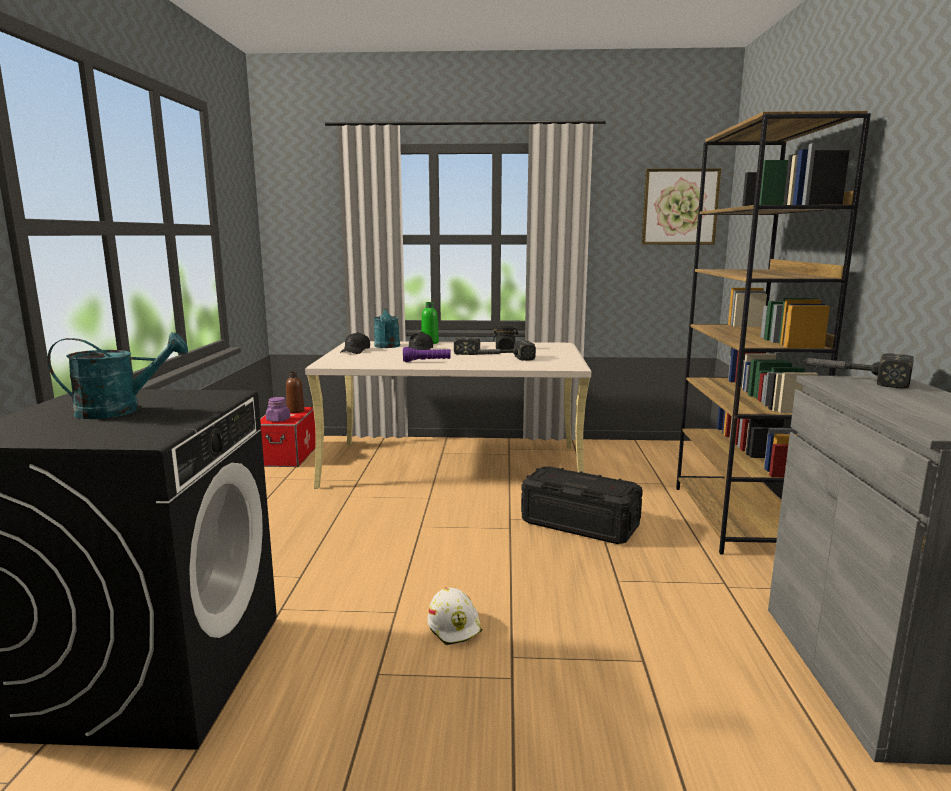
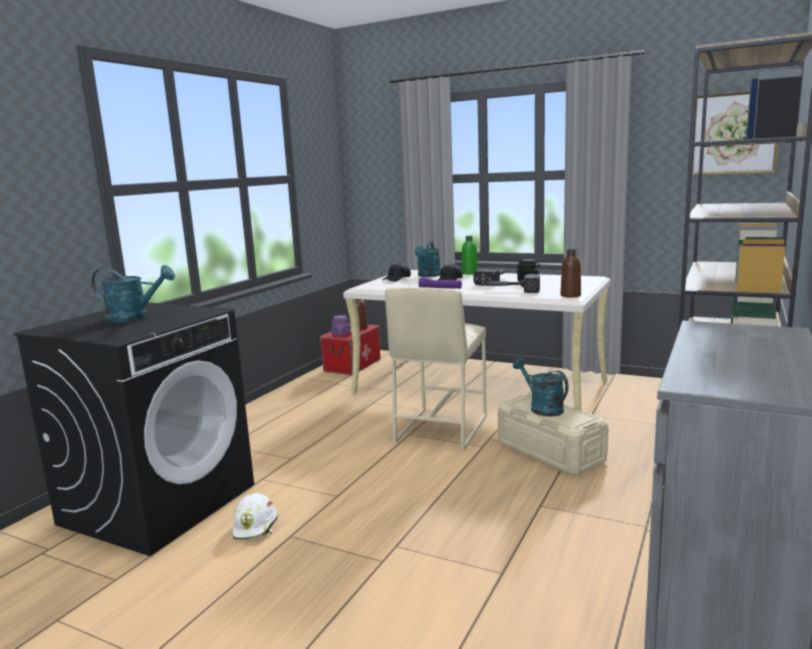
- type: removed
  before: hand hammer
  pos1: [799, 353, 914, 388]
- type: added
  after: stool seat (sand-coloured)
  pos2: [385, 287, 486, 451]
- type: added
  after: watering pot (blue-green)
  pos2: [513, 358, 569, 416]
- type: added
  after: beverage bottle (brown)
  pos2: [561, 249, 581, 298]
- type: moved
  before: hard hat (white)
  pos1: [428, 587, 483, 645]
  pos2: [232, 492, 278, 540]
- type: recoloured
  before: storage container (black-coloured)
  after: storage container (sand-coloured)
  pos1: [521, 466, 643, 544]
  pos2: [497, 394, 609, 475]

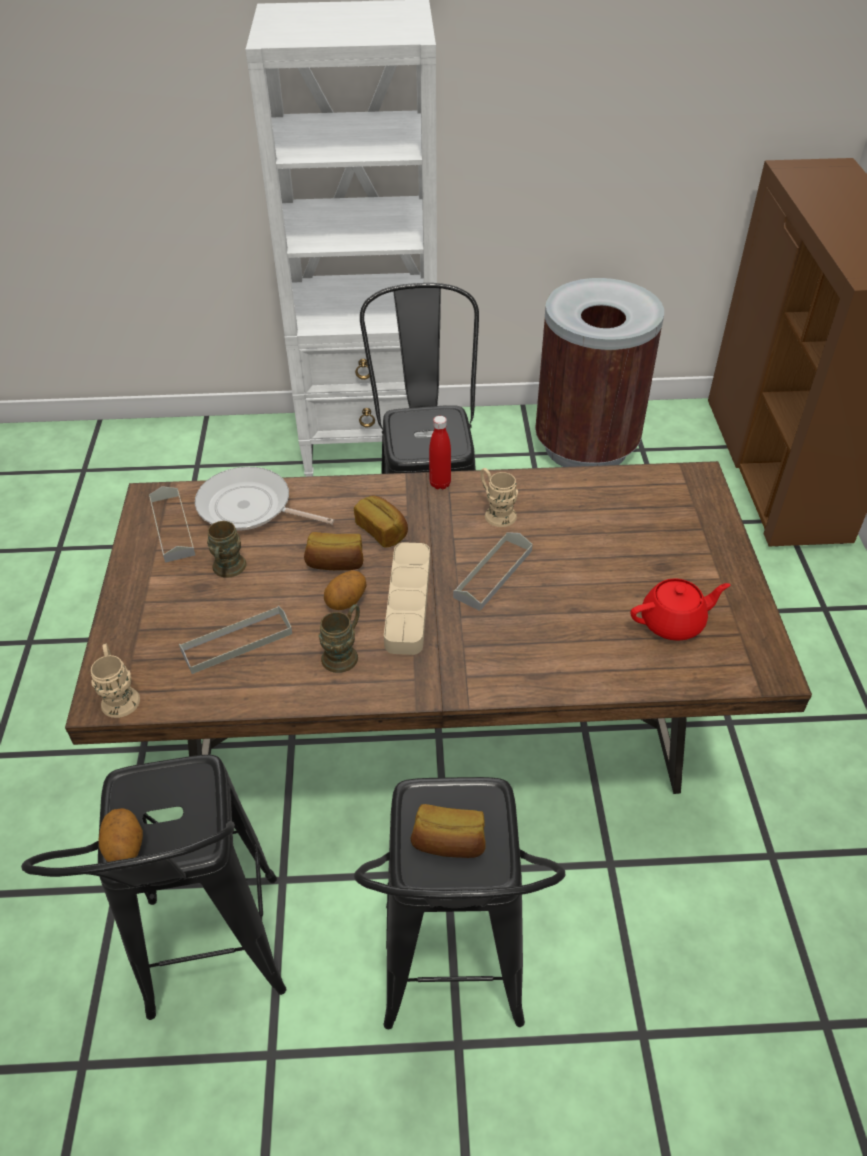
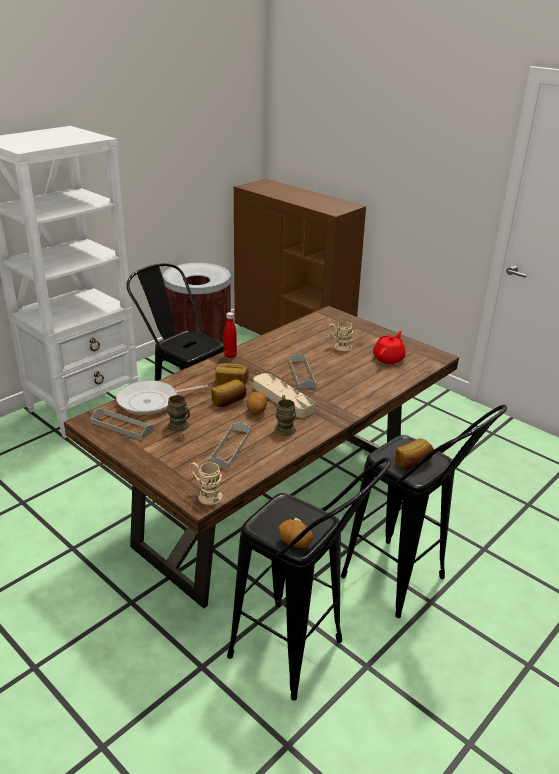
- type: moved
  before: coffee mug (sand-coloured)
  pos1: [481, 468, 518, 527]
  pos2: [329, 321, 353, 351]

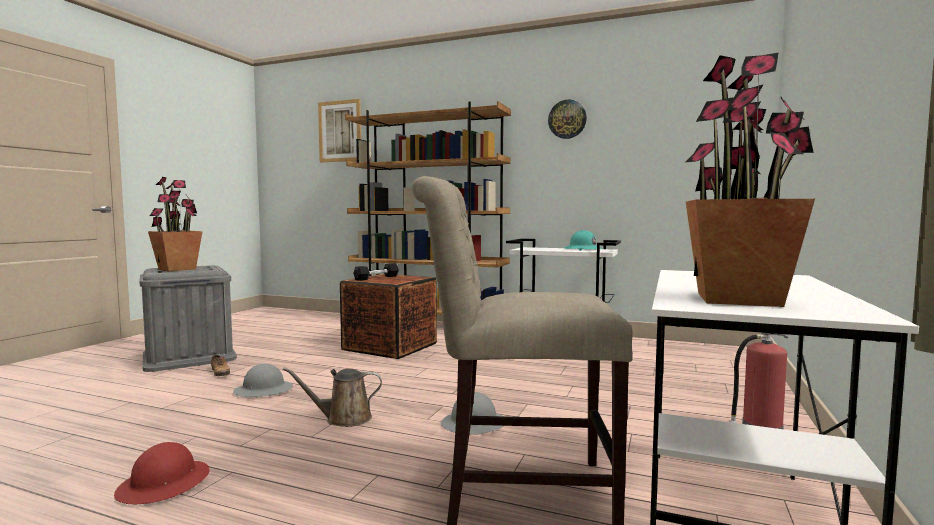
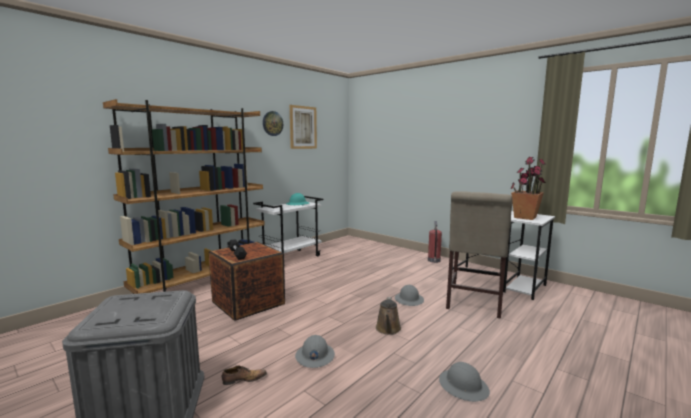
- type: removed
  before: plant in a pot
  pos1: [148, 177, 203, 272]
- type: moved
  before: wall picture
  pos1: [318, 99, 361, 162]
  pos2: [290, 105, 317, 149]
- type: recoloured
  before: hard hat (reddish)
  after: hard hat (greyish)
  pos1: [114, 442, 209, 505]
  pos2: [439, 362, 490, 402]

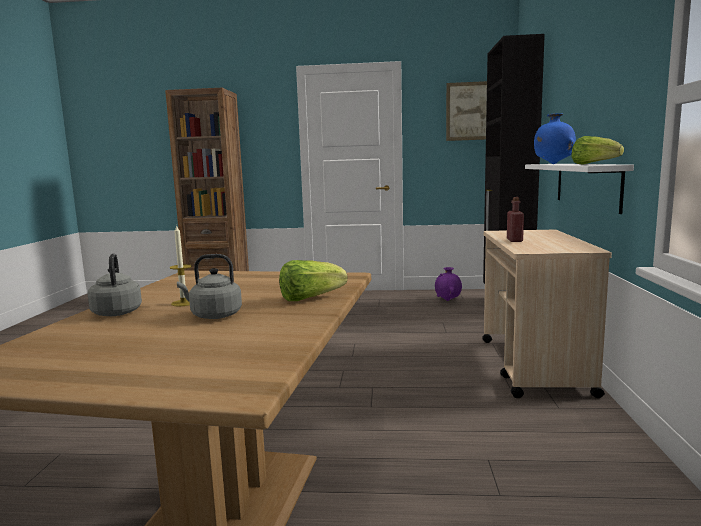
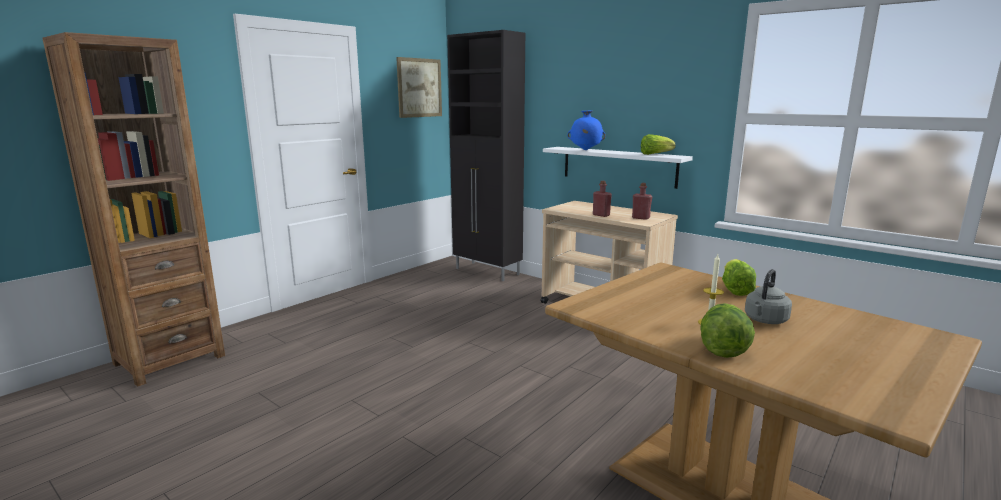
- type: removed
  before: flower vase (purplish)
  pos1: [435, 267, 462, 301]
- type: added
  after: beverage bottle (reddish)
  pos2: [632, 183, 652, 220]
- type: replaced
  before: water kettle (greyish)
  after: lettuce
  pos1: [88, 253, 142, 316]
  pos2: [700, 303, 755, 358]

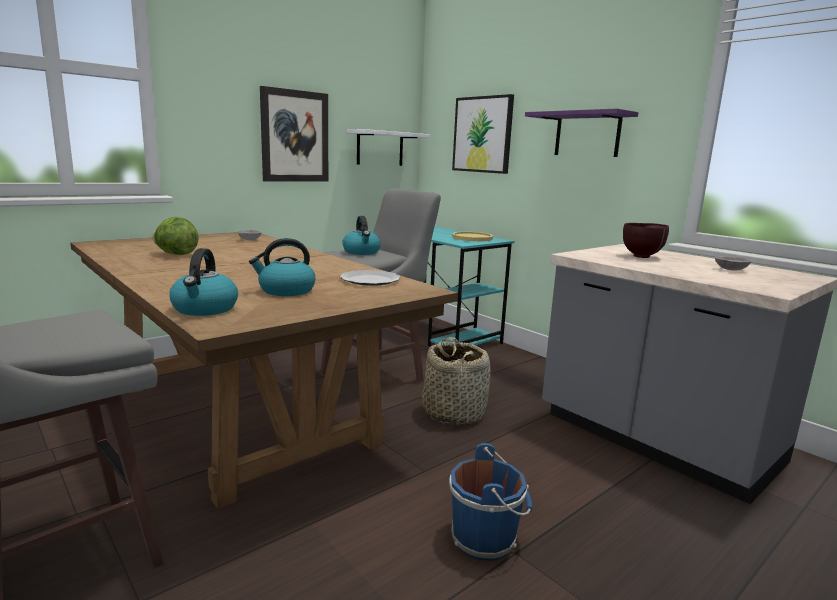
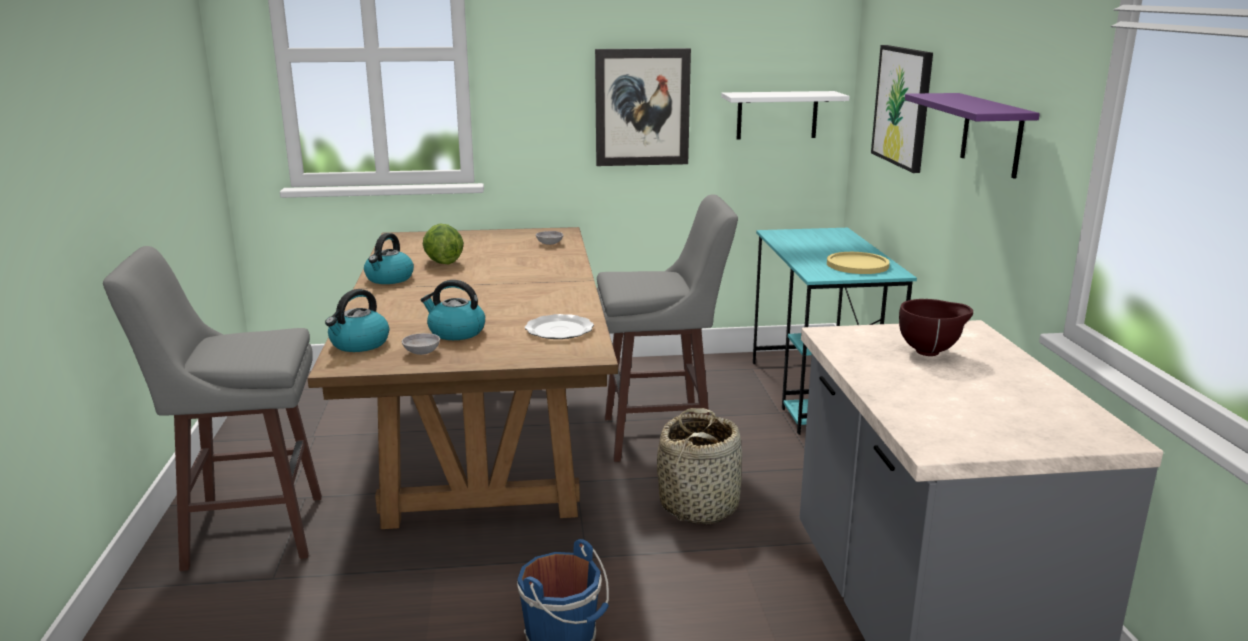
- type: moved
  before: water kettle
  pos1: [342, 216, 381, 255]
  pos2: [364, 233, 414, 284]
- type: moved
  before: deep dish (greyish)
  pos1: [715, 256, 751, 271]
  pos2: [402, 333, 440, 355]

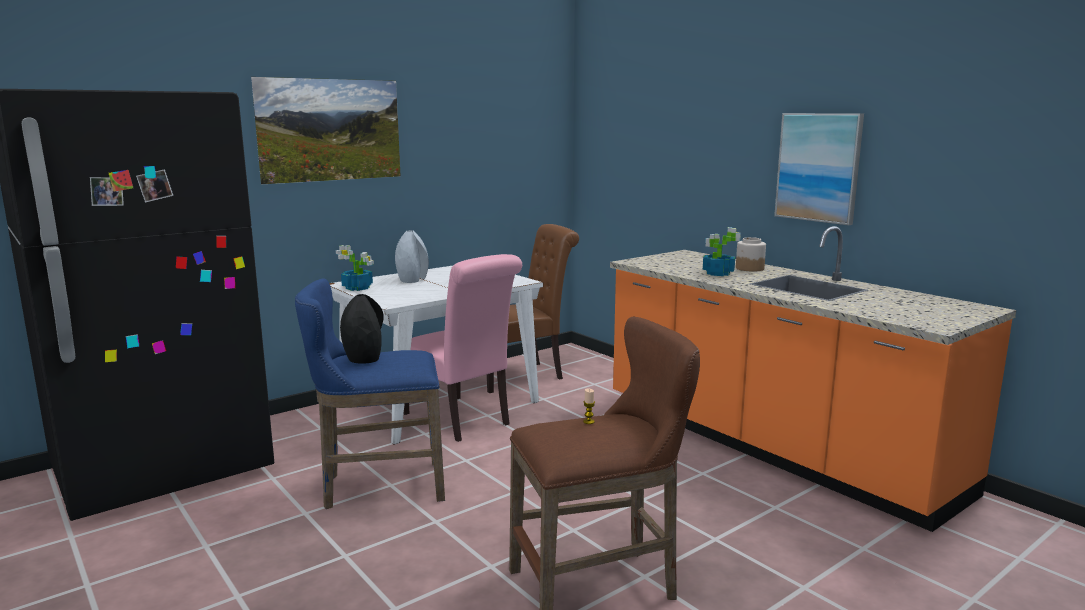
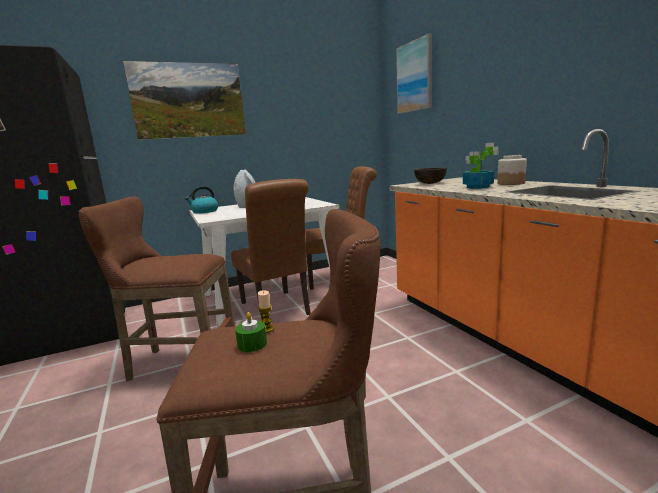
- type: removed
  before: flower vase (black-coloured)
  pos1: [340, 294, 384, 364]
- type: added
  after: wax light (greenish)
  pos2: [235, 312, 267, 352]
- type: added
  after: deep dish (brown)
  pos2: [414, 168, 447, 184]
- type: moved
  before: wall picture
  pos1: [774, 113, 864, 225]
  pos2: [396, 34, 432, 114]
- type: replaced
  before: plant in a pot
  after: water kettle
  pos1: [336, 245, 374, 291]
  pos2: [185, 186, 218, 213]
- type: recoloured
  before: stool seat (blue-coloured)
  after: stool seat (brown)
  pos1: [295, 279, 445, 509]
  pos2: [79, 196, 235, 381]
- type: recoloured
  before: plain chair (pink)
  after: plain chair (brown)
  pos1: [403, 254, 522, 442]
  pos2: [231, 179, 311, 319]

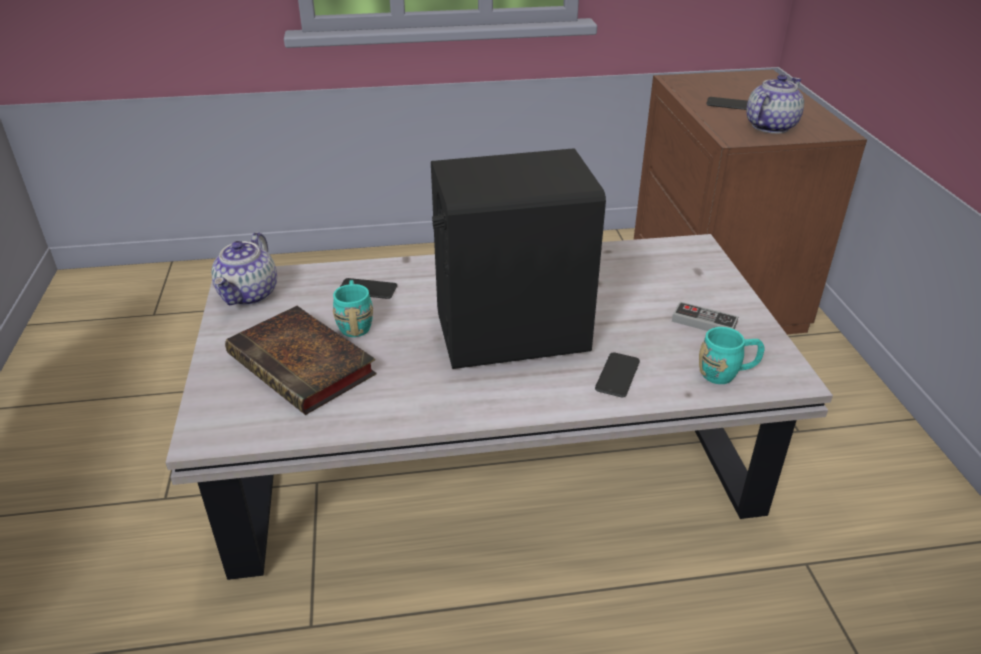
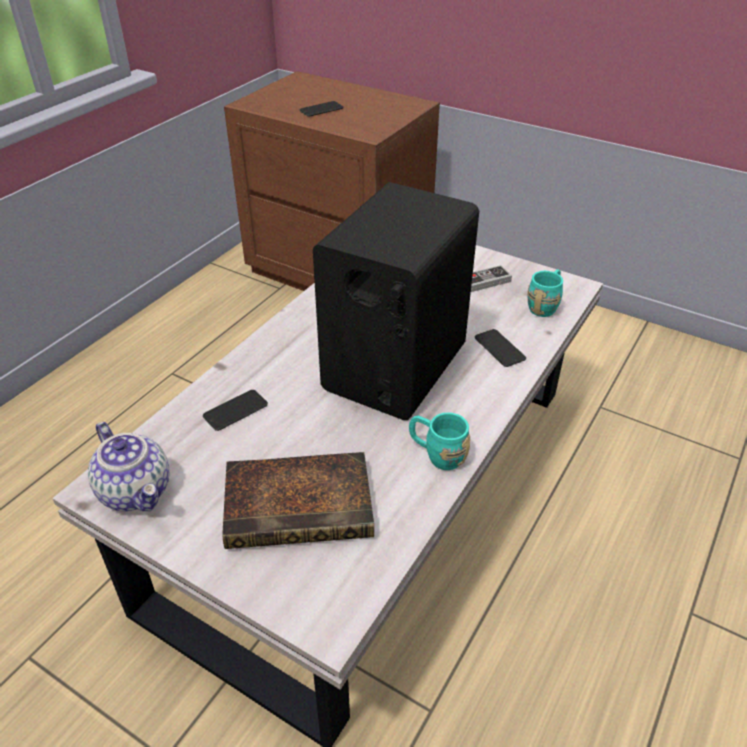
- type: removed
  before: pot for tea
  pos1: [746, 74, 804, 134]
- type: moved
  before: coffee mug (blue-green)
  pos1: [333, 280, 373, 337]
  pos2: [409, 412, 470, 470]

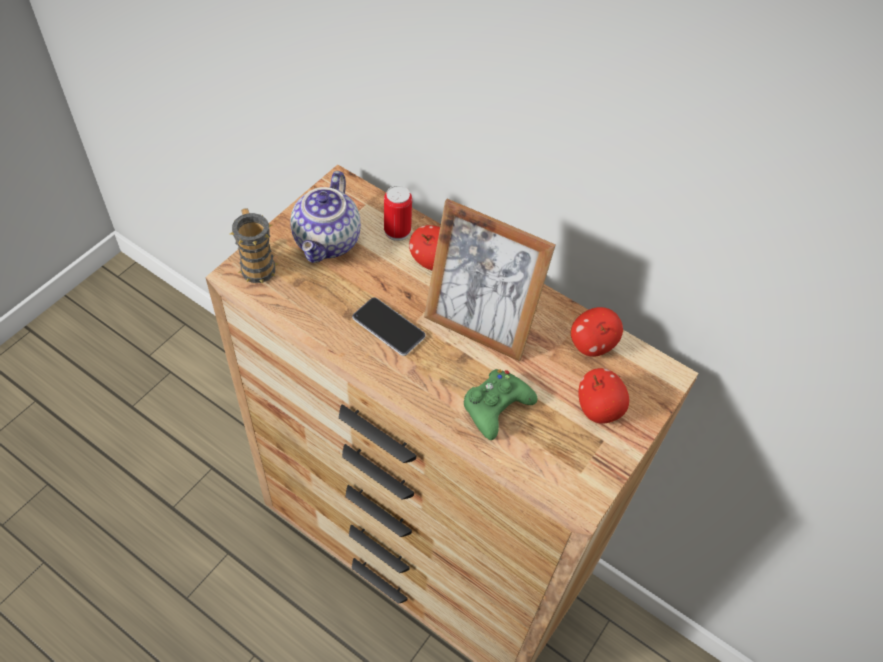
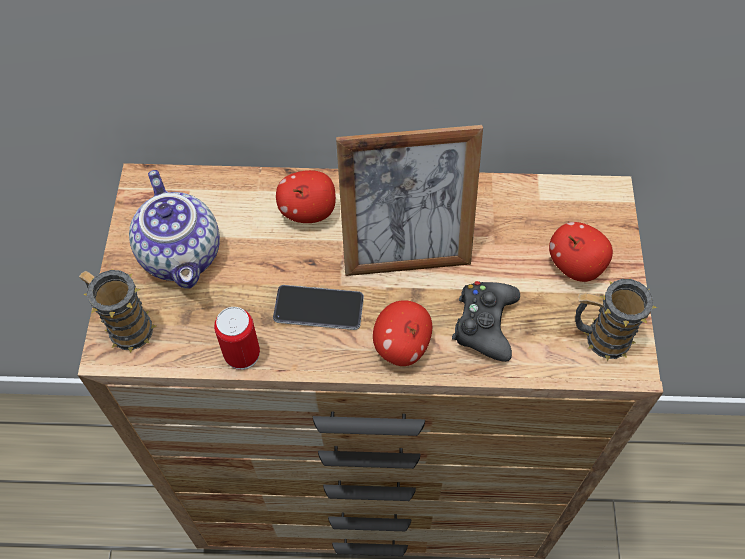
- type: added
  after: coffee mug
  pos2: [575, 278, 657, 361]
- type: moved
  before: metal can
  pos1: [384, 185, 412, 241]
  pos2: [214, 307, 260, 370]
- type: moved
  before: apple
  pos1: [571, 307, 623, 357]
  pos2: [373, 300, 432, 366]
- type: recoloured
  before: gamepad (greenish)
  after: gamepad (black-coloured)
  pos1: [463, 369, 537, 440]
  pos2: [452, 281, 520, 362]

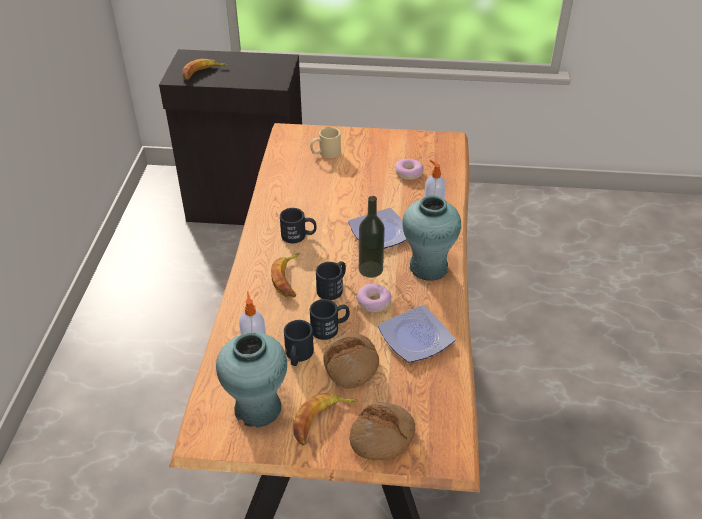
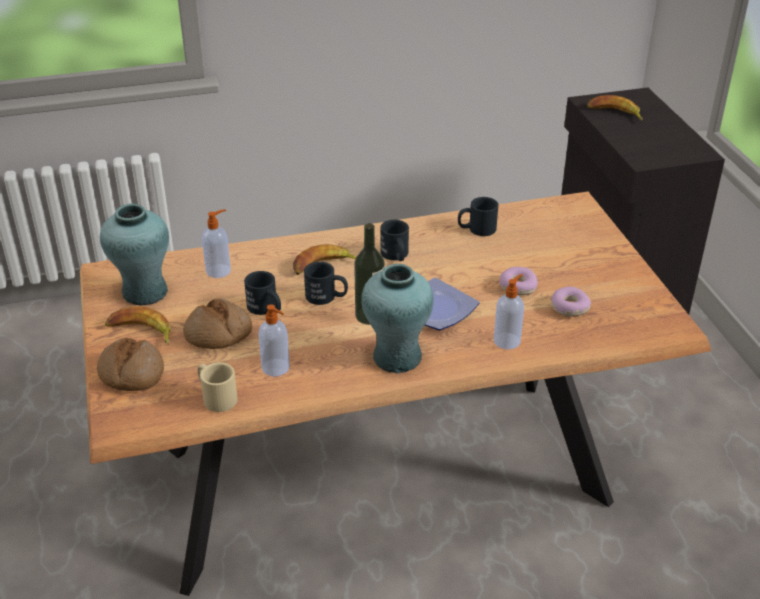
- type: moved
  before: coffee mug (black-coloured)
  pos1: [284, 320, 314, 366]
  pos2: [458, 197, 498, 236]
- type: moved
  before: coffee mug (sand-coloured)
  pos1: [310, 127, 341, 158]
  pos2: [198, 362, 238, 412]
- type: moved
  before: ring doughnut
  pos1: [357, 284, 391, 312]
  pos2: [500, 267, 538, 295]
- type: replaced
  before: plate
  after: liquid soap bottle
  pos1: [378, 305, 455, 363]
  pos2: [258, 304, 290, 377]

